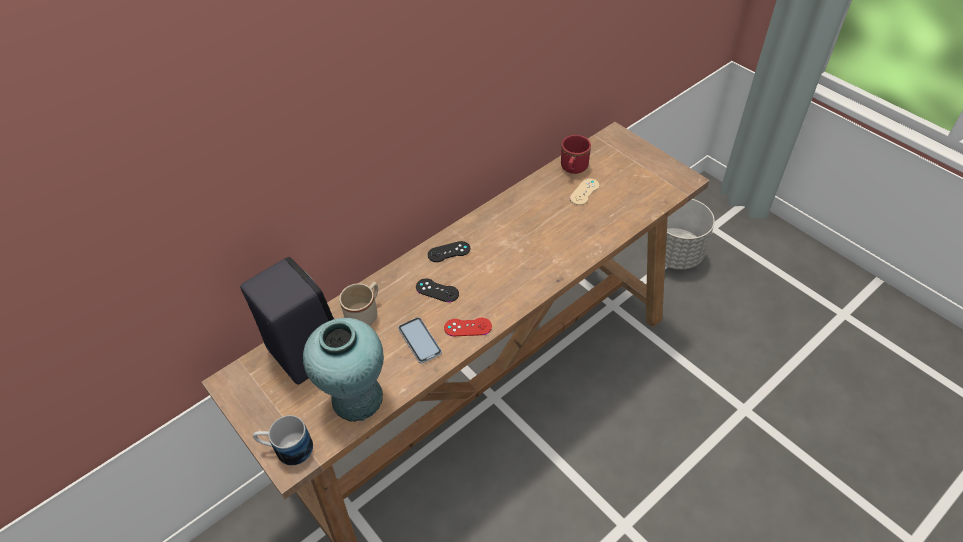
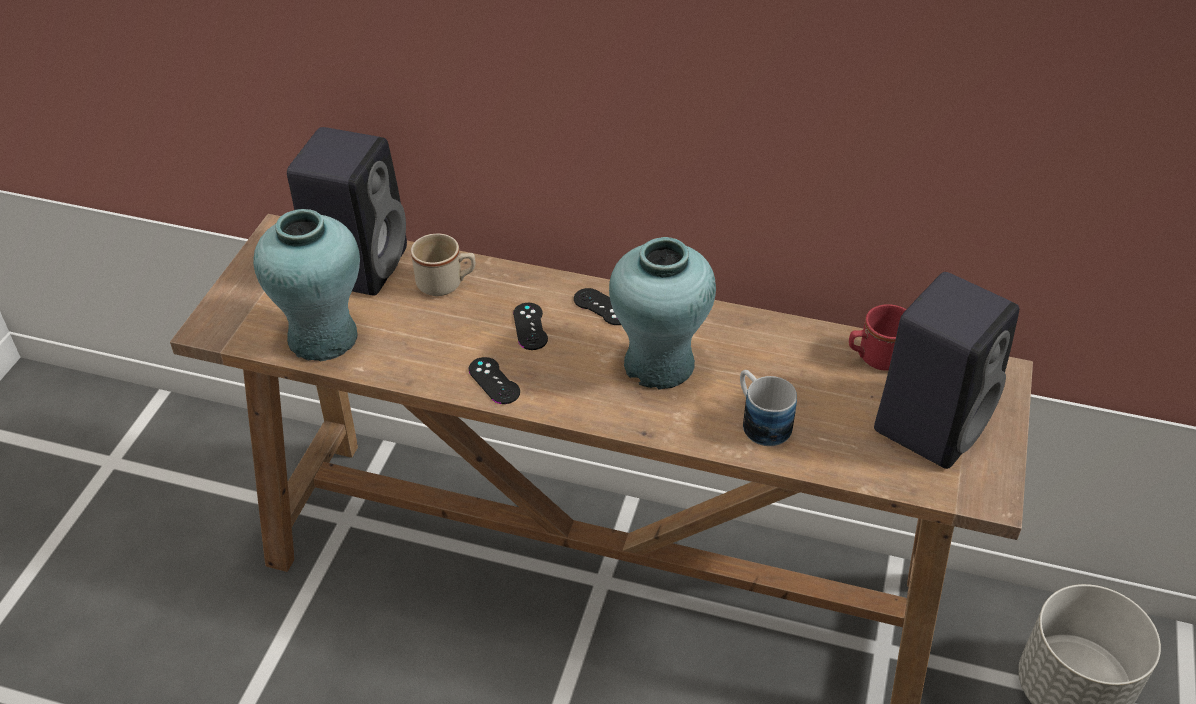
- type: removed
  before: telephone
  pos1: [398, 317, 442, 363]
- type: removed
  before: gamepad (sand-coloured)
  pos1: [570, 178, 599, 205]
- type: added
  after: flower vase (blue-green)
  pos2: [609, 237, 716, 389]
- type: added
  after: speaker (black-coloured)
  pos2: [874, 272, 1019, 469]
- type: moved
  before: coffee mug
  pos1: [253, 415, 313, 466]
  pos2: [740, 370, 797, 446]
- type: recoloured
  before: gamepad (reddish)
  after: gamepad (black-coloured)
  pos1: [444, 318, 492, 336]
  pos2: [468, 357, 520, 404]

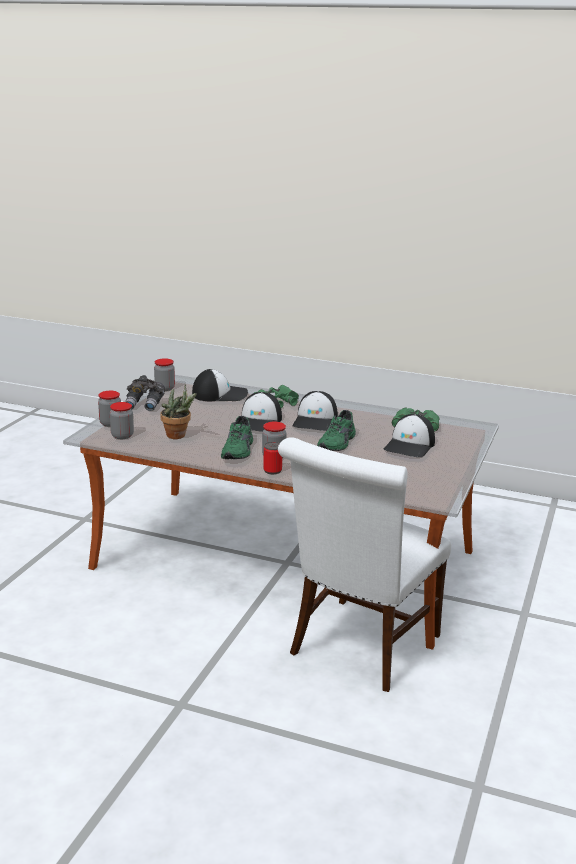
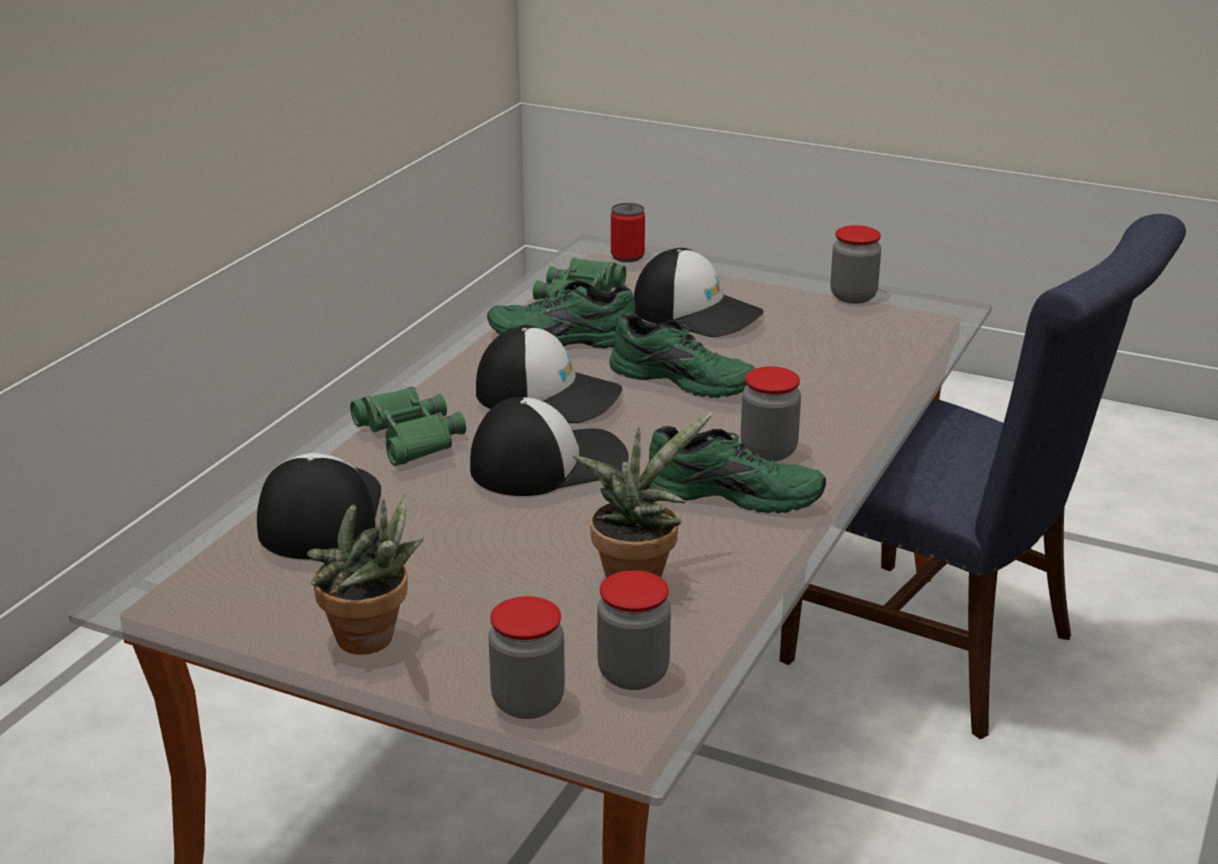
- type: added
  after: low shoe (greenish)
  pos2: [487, 280, 636, 349]
- type: moved
  before: storage jar
  pos1: [154, 358, 175, 391]
  pos2: [830, 225, 881, 304]
- type: moved
  before: metal can
  pos1: [263, 442, 282, 474]
  pos2: [611, 203, 645, 262]
- type: replaced
  before: binoculars (greyish)
  after: plant in a pot
  pos1: [125, 375, 165, 411]
  pos2: [307, 493, 424, 655]
- type: recoloured
  before: plain chair (white)
  after: plain chair (blue-coloured)
  pos1: [278, 437, 451, 692]
  pos2: [780, 214, 1186, 739]
- type: turned
  before: cap
  pos1: [242, 392, 282, 432]
  pos2: [470, 397, 629, 496]
  turn: -45

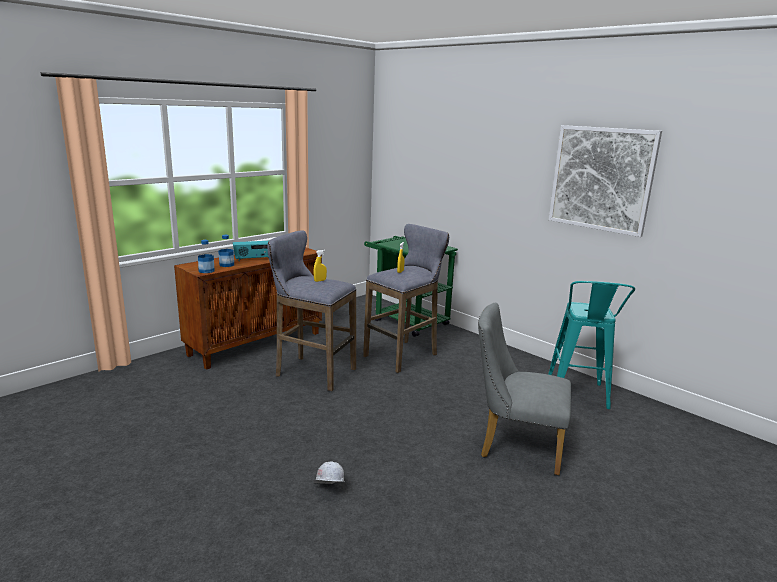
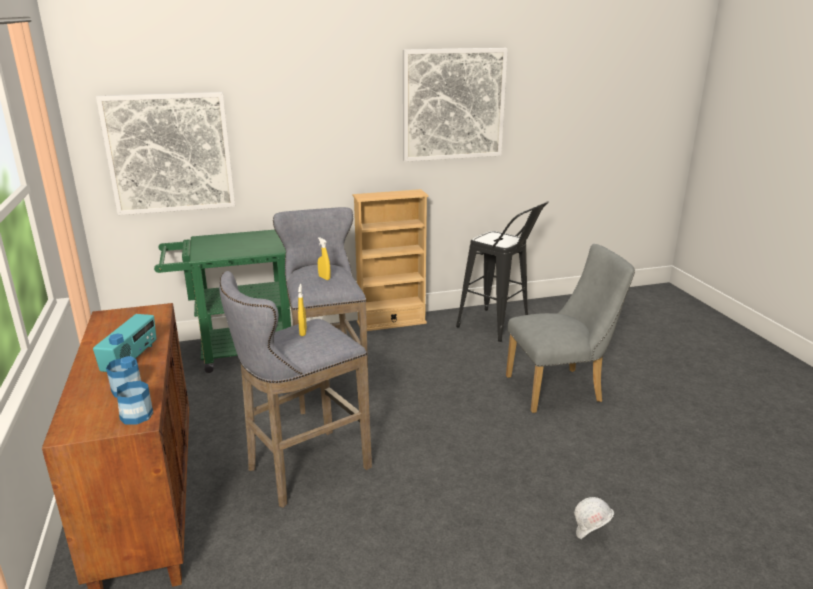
- type: added
  after: wall picture
  pos2: [96, 92, 235, 215]
- type: added
  after: shelving unit (sand-coloured)
  pos2: [353, 189, 429, 331]
- type: recoloured
  before: stool seat (blue-green)
  after: stool seat (black-coloured)
  pos1: [548, 281, 635, 409]
  pos2: [456, 201, 549, 342]
- type: turned
  before: plain chair (greyish)
  pos1: [478, 303, 571, 475]
  pos2: [506, 244, 635, 413]
  turn: -150

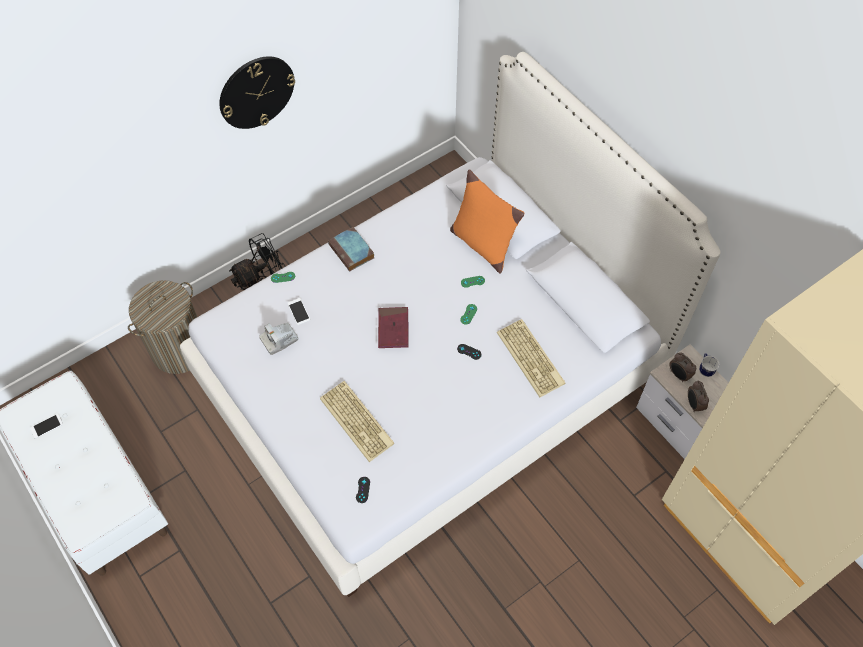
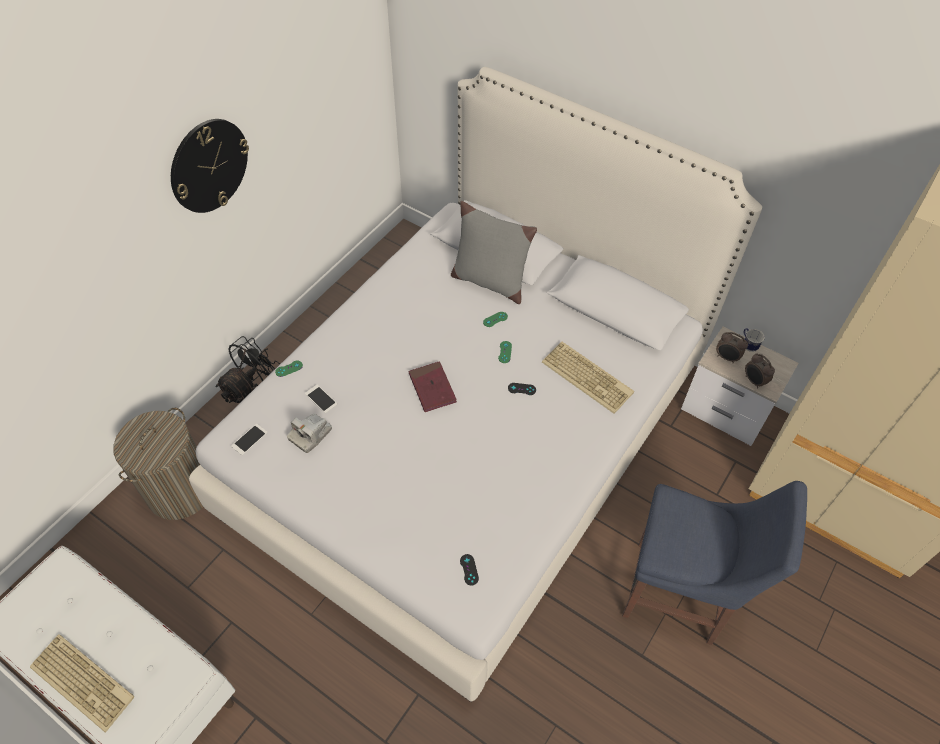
- type: removed
  before: bound book
  pos1: [328, 227, 374, 272]
- type: added
  after: plain chair (blue-coloured)
  pos2: [622, 481, 807, 645]
- type: moved
  before: telephone
  pos1: [30, 414, 63, 439]
  pos2: [231, 424, 268, 455]
- type: moved
  before: keyboard
  pos1: [320, 381, 394, 462]
  pos2: [30, 634, 135, 733]
- type: recoloured
  before: cushion (orange-coloured)
  after: cushion (greyish)
  pos1: [450, 169, 524, 274]
  pos2: [451, 201, 537, 304]

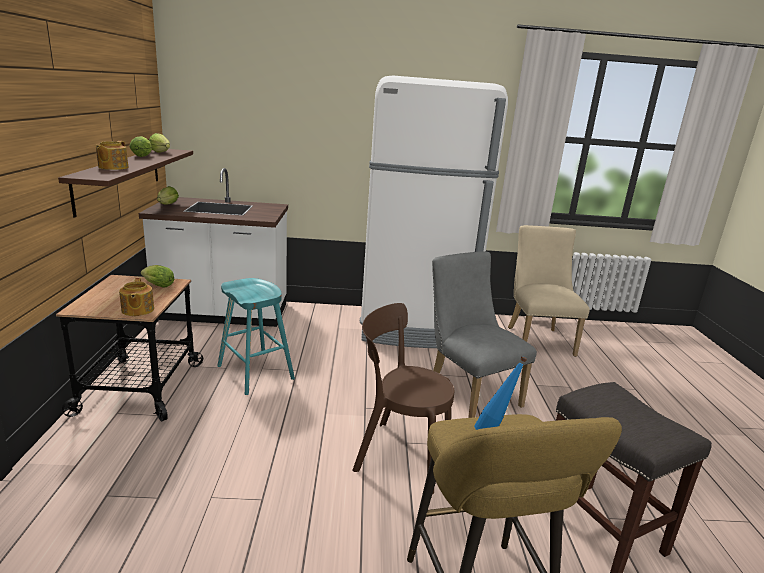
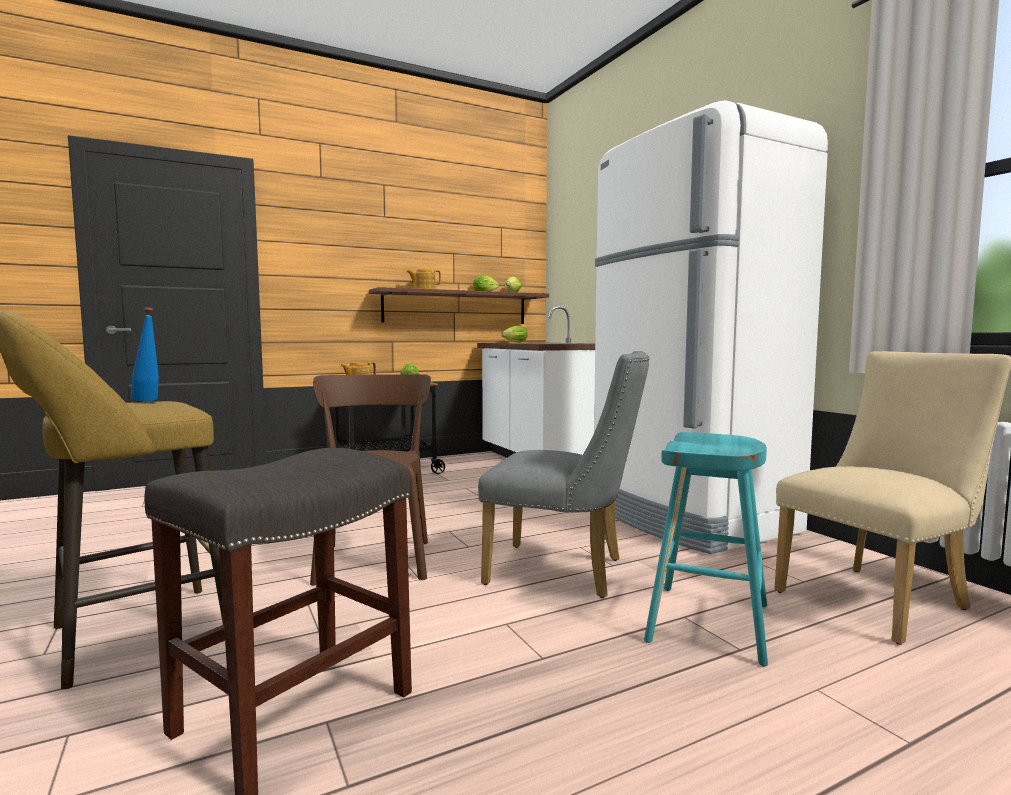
- type: moved
  before: stool seat (blue-green)
  pos1: [217, 278, 295, 395]
  pos2: [644, 432, 768, 667]
- type: turned
  before: plain chair (greyish)
  pos1: [432, 251, 537, 418]
  pos2: [478, 351, 649, 598]
  turn: 75

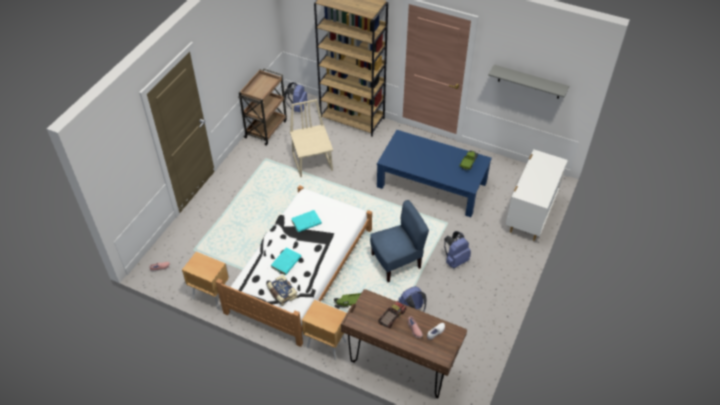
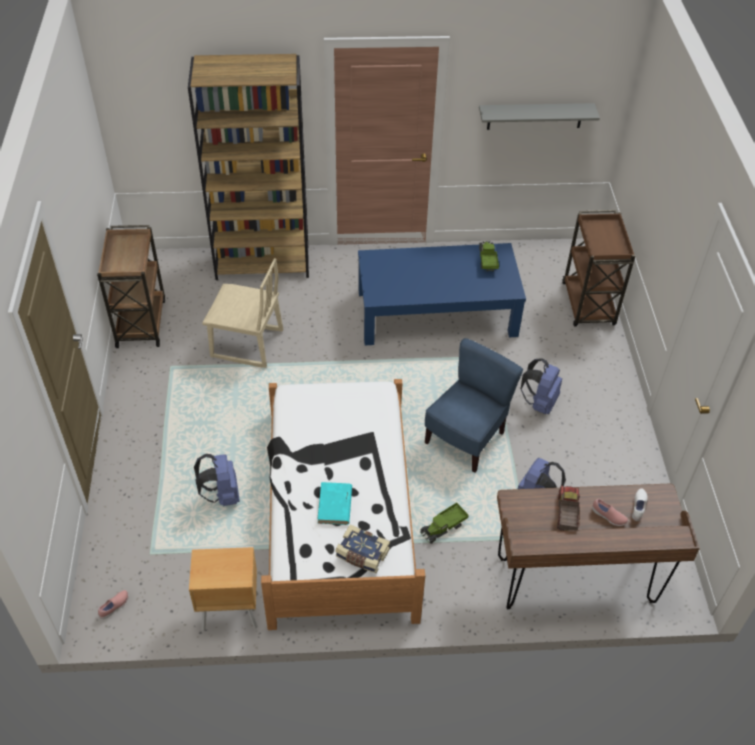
- type: removed
  before: bound book (blue-green)
  pos1: [291, 210, 322, 232]
- type: removed
  before: bedside table (brown)
  pos1: [302, 299, 347, 360]
- type: moved
  before: backpack (blue-coloured)
  pos1: [284, 82, 308, 112]
  pos2: [194, 454, 240, 506]
- type: replaced
  before: dresser (white)
  after: trolley (brown)
  pos1: [505, 150, 568, 241]
  pos2: [562, 210, 635, 327]
- type: turned
  before: plain chair (sand-coloured)
  pos1: [290, 99, 333, 177]
  pos2: [202, 258, 283, 368]
  turn: 150

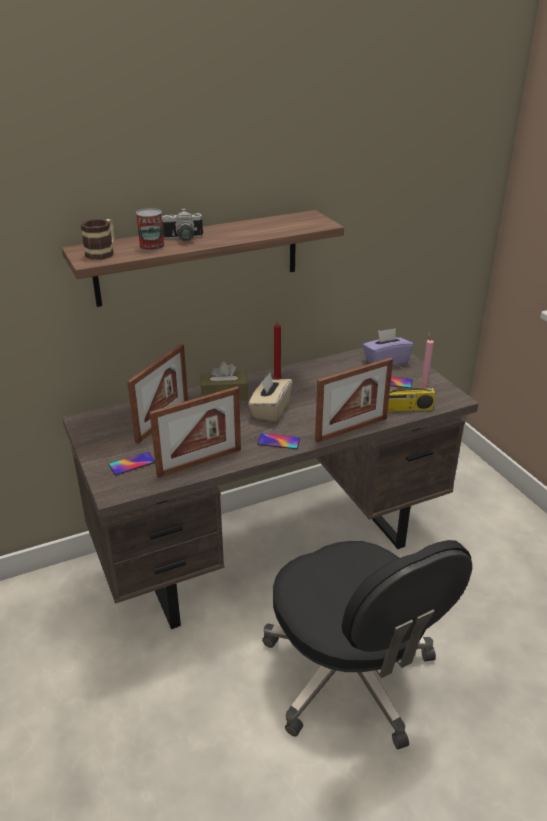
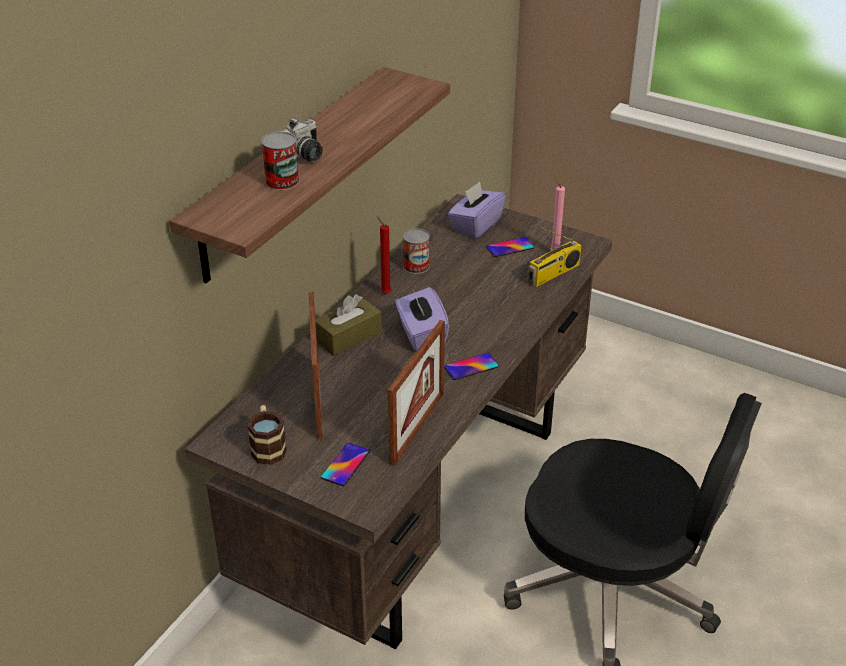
- type: removed
  before: standing frame
  pos1: [315, 358, 393, 443]
- type: added
  after: metal can
  pos2: [403, 228, 430, 274]
- type: moved
  before: coffee mug
  pos1: [80, 219, 114, 260]
  pos2: [247, 405, 287, 465]
- type: recoloured
  before: tissue box (sand-coloured)
  after: tissue box (purplish)
  pos1: [248, 373, 292, 422]
  pos2: [395, 287, 450, 351]

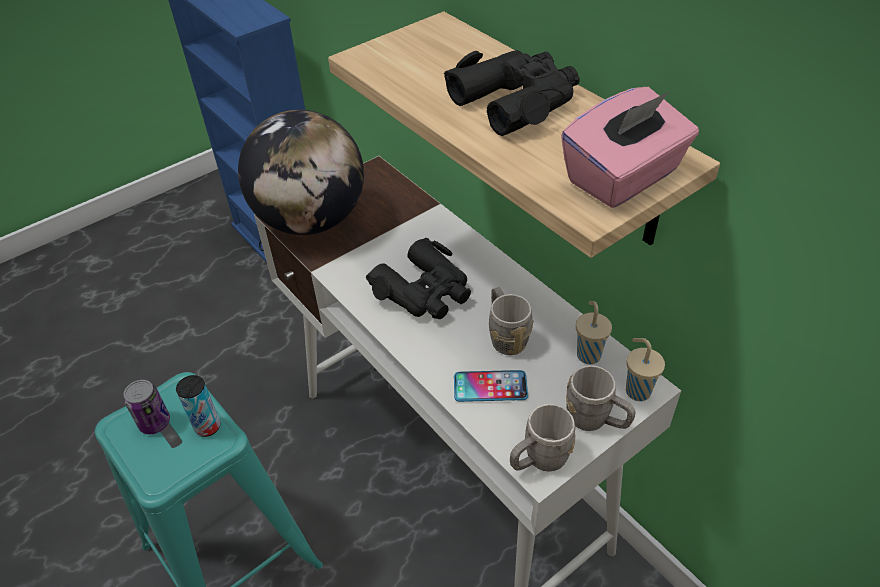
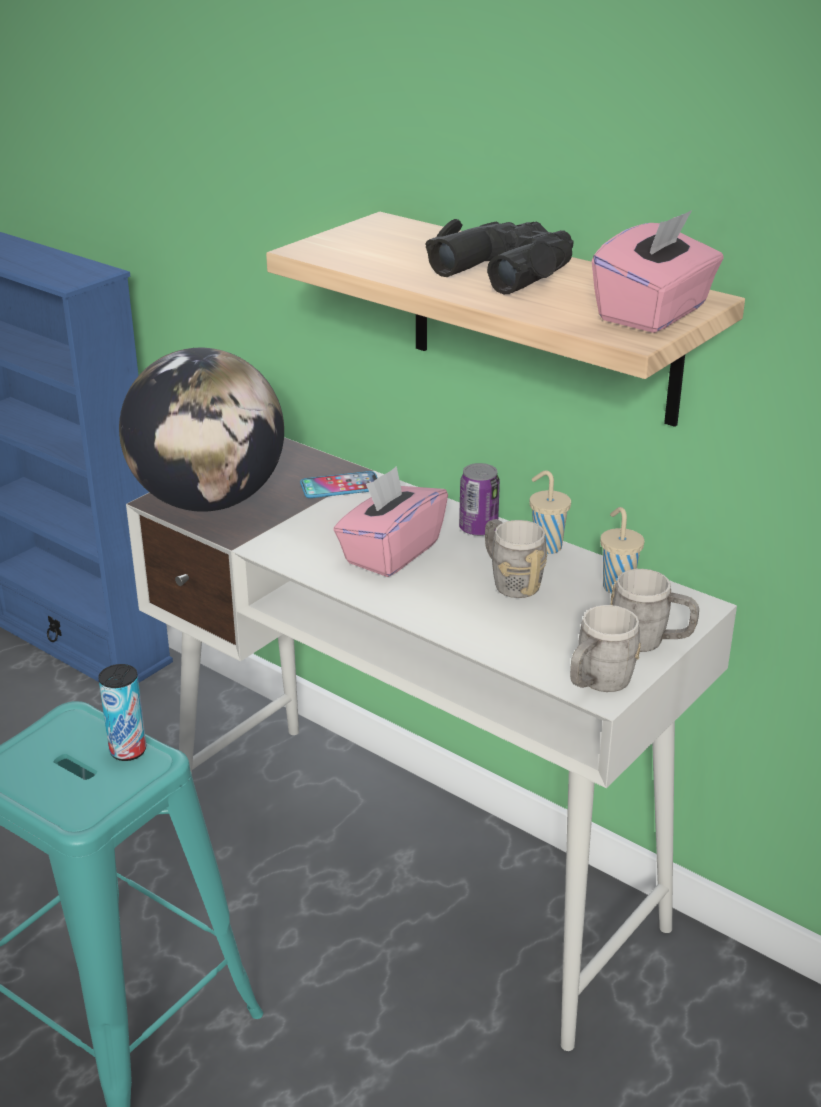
- type: moved
  before: metal can
  pos1: [124, 380, 170, 434]
  pos2: [459, 463, 500, 536]
- type: moved
  before: telephone
  pos1: [454, 370, 528, 402]
  pos2: [300, 471, 378, 498]
- type: moved
  before: drinking cup (sand-coloured)
  pos1: [626, 338, 665, 401]
  pos2: [530, 470, 571, 554]
- type: replaced
  before: binoculars (black-coloured)
  after: tissue box (pink)
  pos1: [366, 237, 471, 319]
  pos2: [333, 466, 448, 577]

